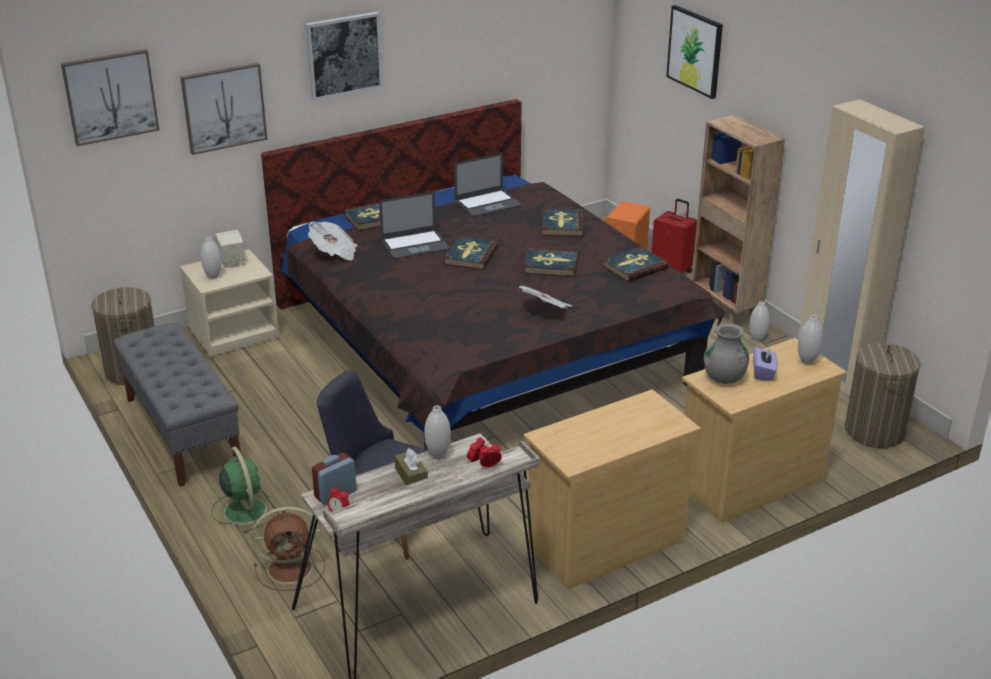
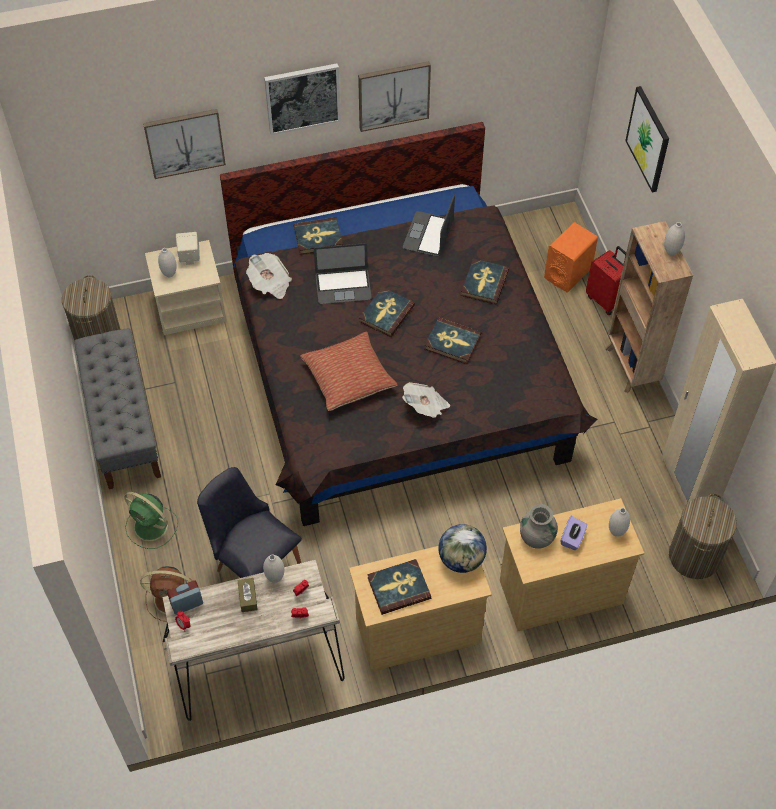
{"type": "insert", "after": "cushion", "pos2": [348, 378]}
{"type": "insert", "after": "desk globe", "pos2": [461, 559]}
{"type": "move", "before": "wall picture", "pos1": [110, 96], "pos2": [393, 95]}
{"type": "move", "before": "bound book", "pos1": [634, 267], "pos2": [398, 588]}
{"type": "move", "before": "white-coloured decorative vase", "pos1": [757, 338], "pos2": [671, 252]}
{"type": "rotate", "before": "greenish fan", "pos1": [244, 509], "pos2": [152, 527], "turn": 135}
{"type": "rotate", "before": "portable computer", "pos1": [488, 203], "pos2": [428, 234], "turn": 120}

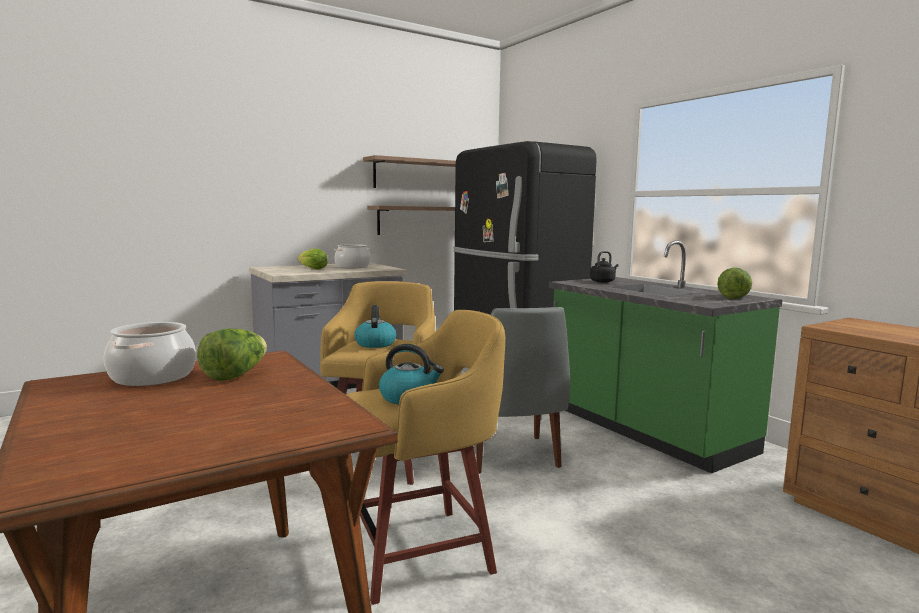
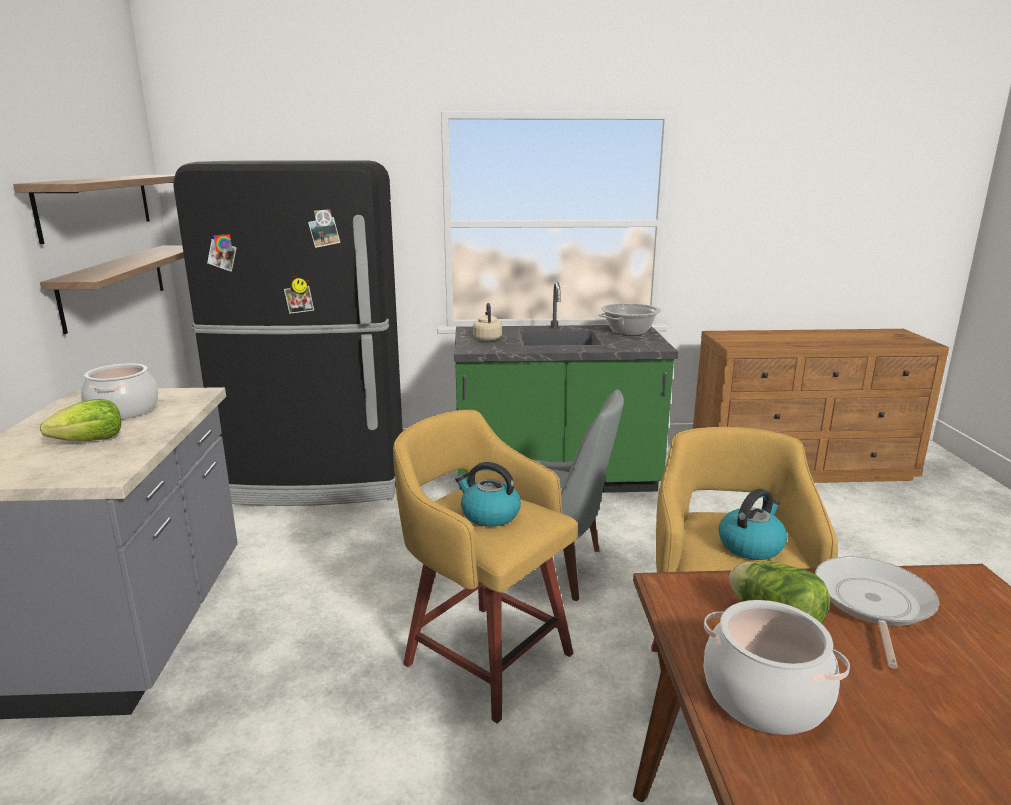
{"type": "insert", "after": "pan", "pos2": [872, 603]}
{"type": "replace", "before": "head of lettuce", "after": "stockpot", "pos1": [732, 297], "pos2": [629, 332]}
{"type": "recolor", "before": "black-coloured kettle", "after": "beige-coloured kettle", "pos1": [603, 281], "pos2": [487, 338]}

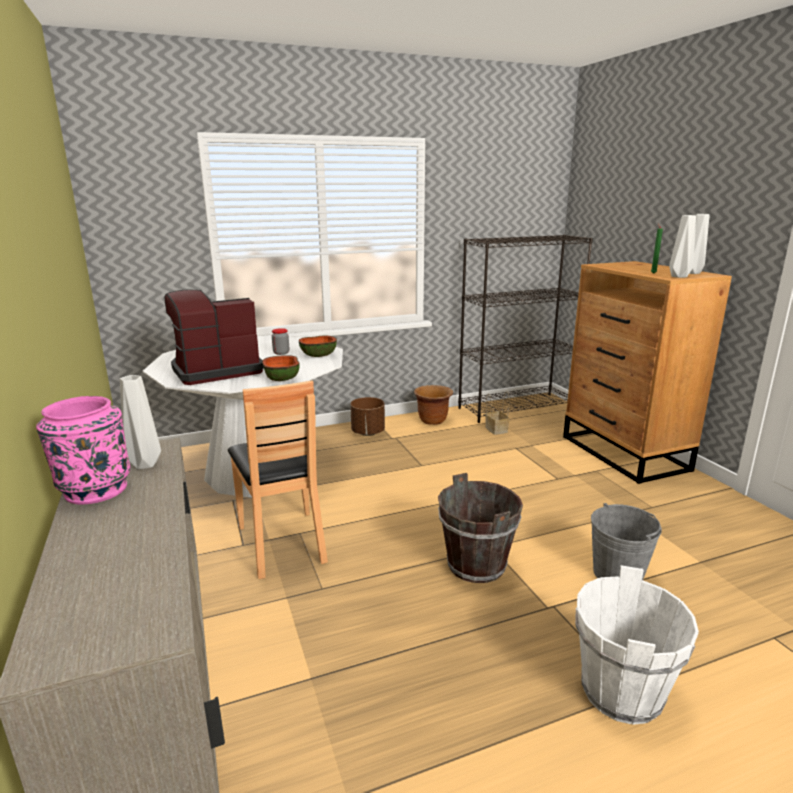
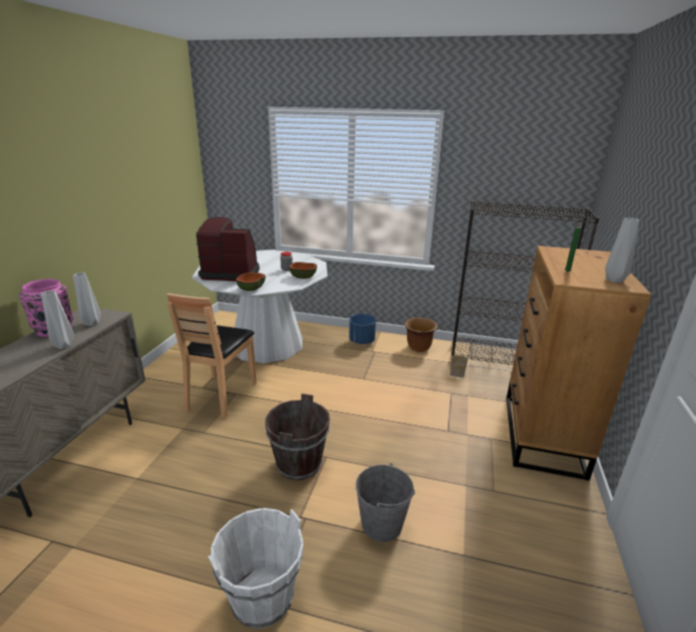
{"type": "move", "before": "gray decorative vase", "pos1": [678, 276], "pos2": [63, 345]}
{"type": "recolor", "before": "brown-coloured plant pot", "after": "blue plant pot", "pos1": [367, 432], "pos2": [361, 341]}

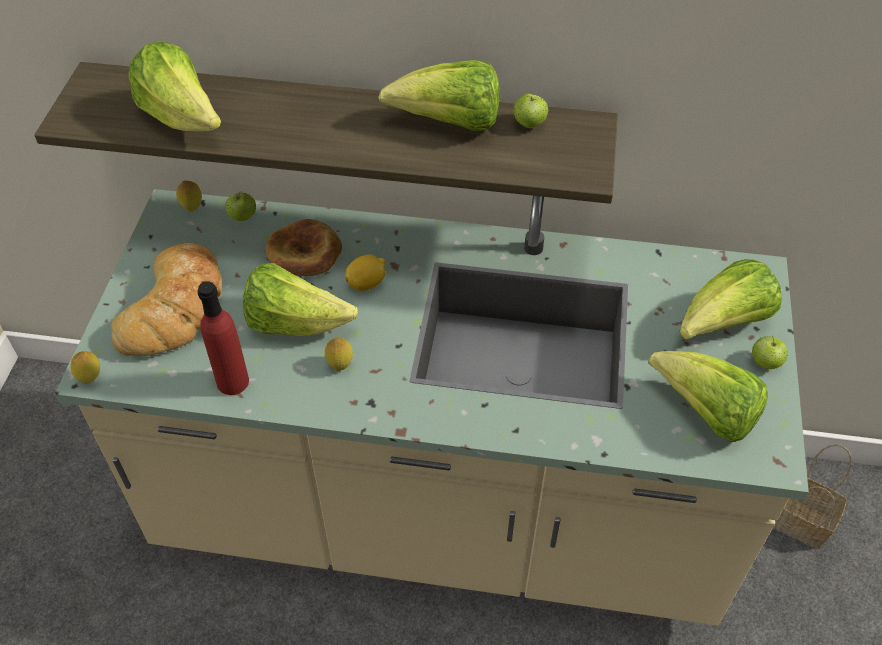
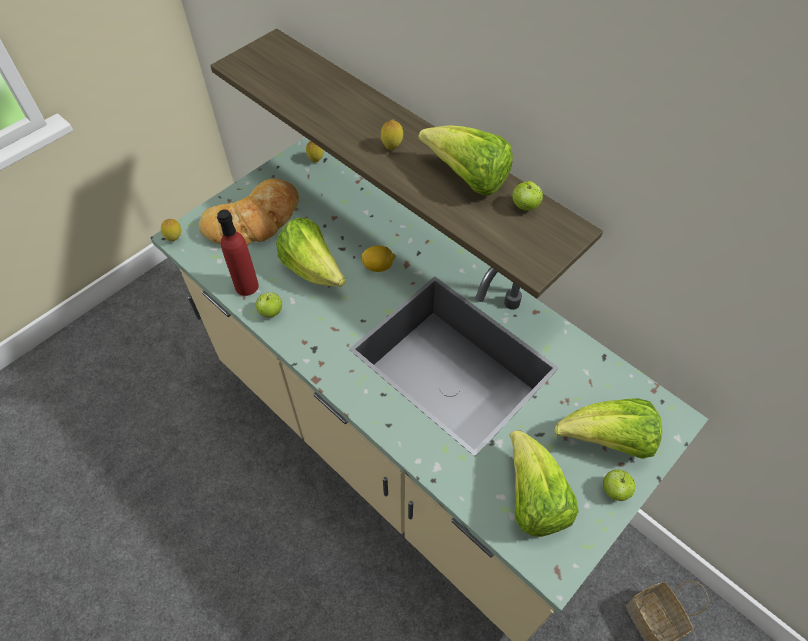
{"type": "delete", "before": "head of lettuce", "pos1": [182, 118]}
{"type": "delete", "before": "bread", "pos1": [305, 253]}
{"type": "move", "before": "apple", "pos1": [243, 217], "pos2": [271, 312]}
{"type": "move", "before": "lemon", "pos1": [340, 365], "pos2": [392, 147]}

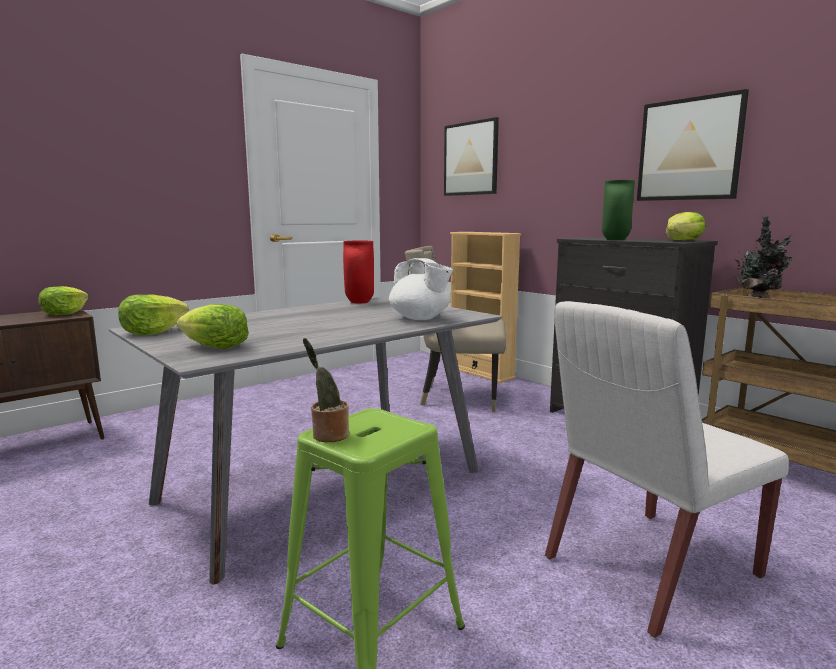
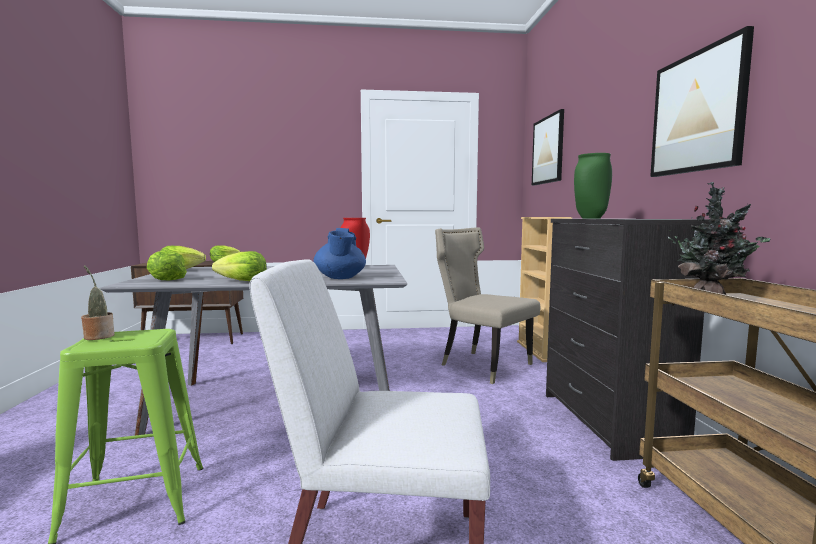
{"type": "move", "before": "head of lettuce", "pos1": [682, 240], "pos2": [243, 281]}
{"type": "recolor", "before": "white-coloured teapot", "after": "blue teapot", "pos1": [420, 318], "pos2": [340, 278]}

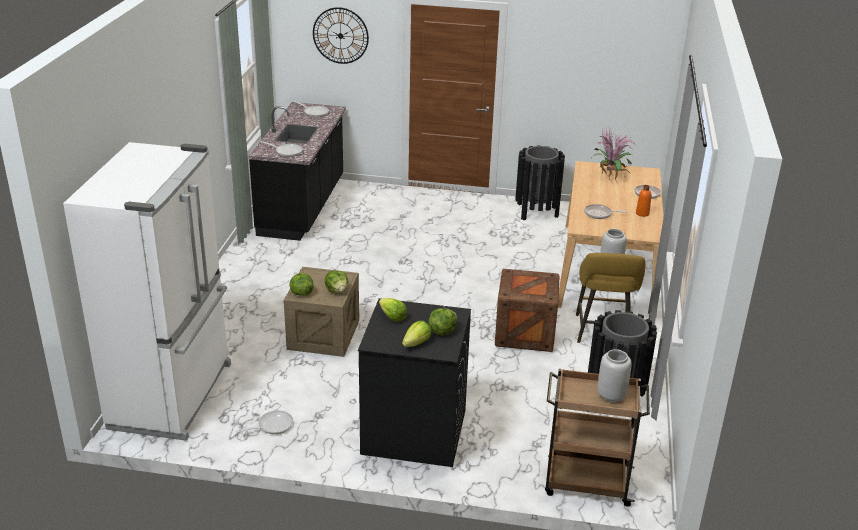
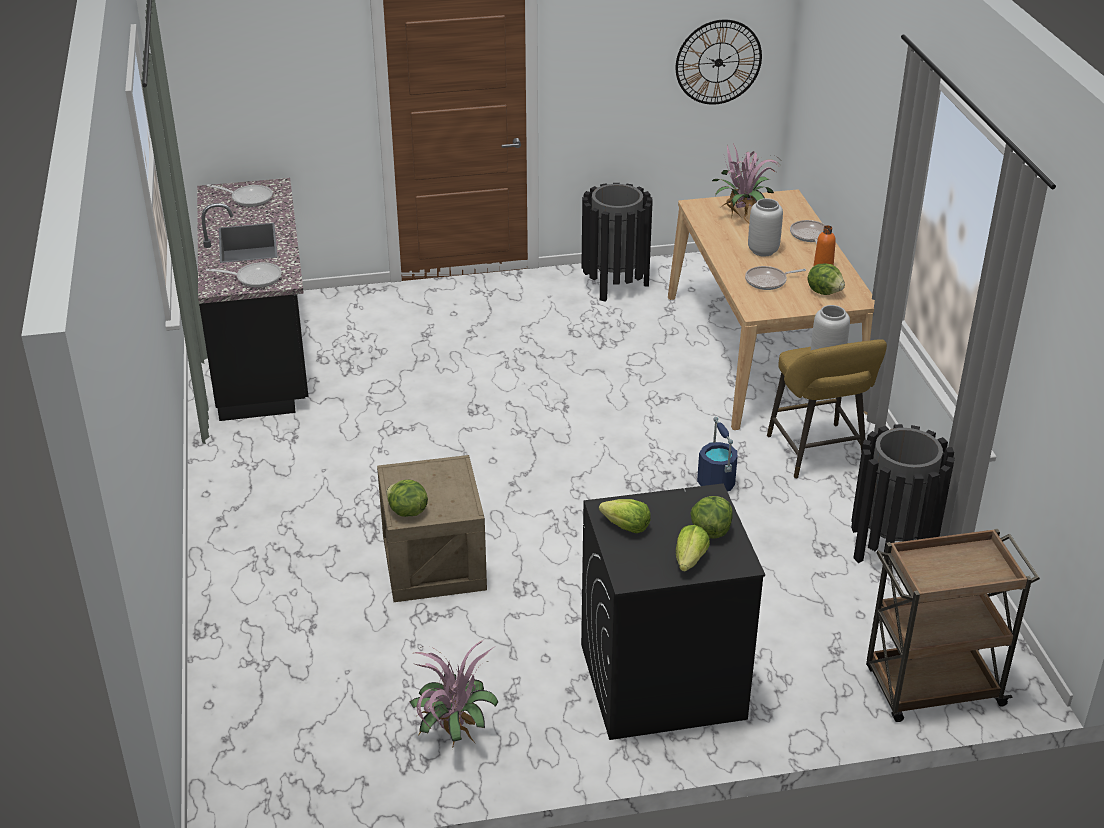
{"type": "delete", "before": "white-coloured kitchen fridge", "pos1": [174, 395]}
{"type": "move", "before": "clock on the wall", "pos1": [340, 35], "pos2": [718, 62]}
{"type": "move", "before": "head of lettuce", "pos1": [337, 291], "pos2": [824, 291]}
{"type": "move", "before": "gray decorative vase", "pos1": [610, 395], "pos2": [762, 250]}
{"type": "replace", "before": "pan", "after": "plant in a pot", "pos1": [272, 426], "pos2": [453, 733]}
{"type": "replace", "before": "crate", "after": "blue bucket", "pos1": [525, 333], "pos2": [716, 483]}

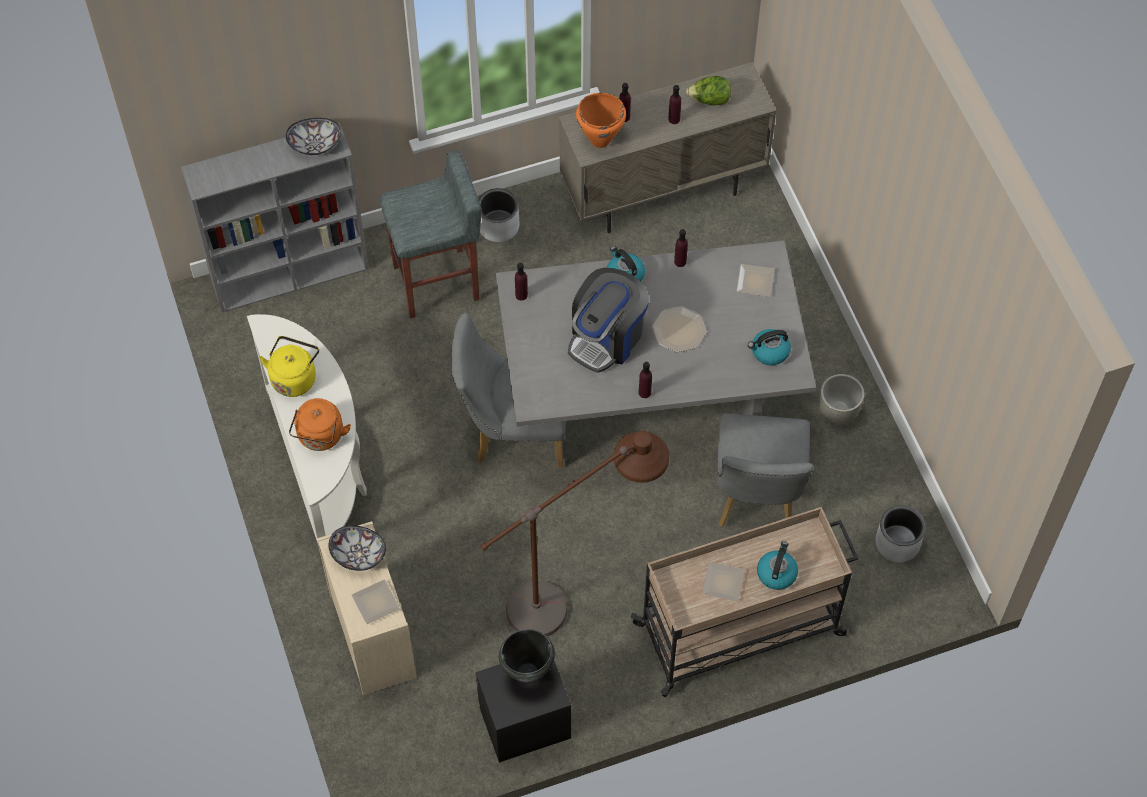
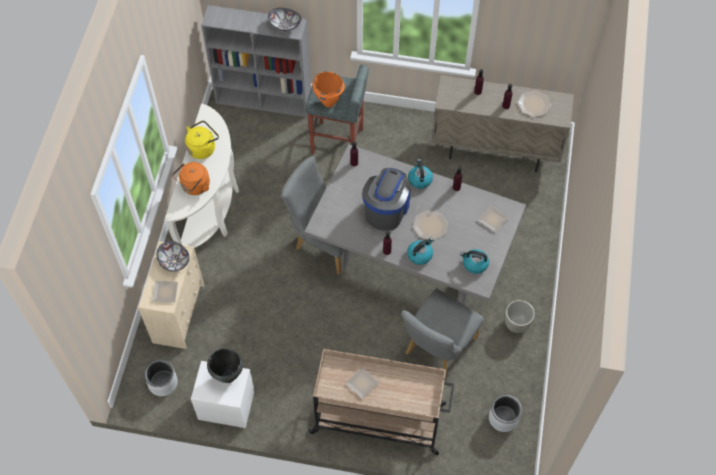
{"type": "delete", "before": "brown-coloured standard lamp", "pos1": [576, 593]}
{"type": "move", "before": "gray plant pot", "pos1": [499, 226], "pos2": [163, 383]}
{"type": "move", "before": "orange stockpot", "pos1": [599, 140], "pos2": [328, 102]}
{"type": "move", "before": "kettle", "pos1": [776, 573], "pos2": [420, 254]}
{"type": "replace", "before": "head of lettuce", "after": "dinner plate", "pos1": [709, 100], "pos2": [534, 104]}
{"type": "recolor", "before": "black-coloured night table", "after": "white-coloured night table", "pos1": [524, 721], "pos2": [226, 404]}
{"type": "rotate", "before": "coffee brewer", "pos1": [607, 337], "pos2": [386, 209], "turn": 135}

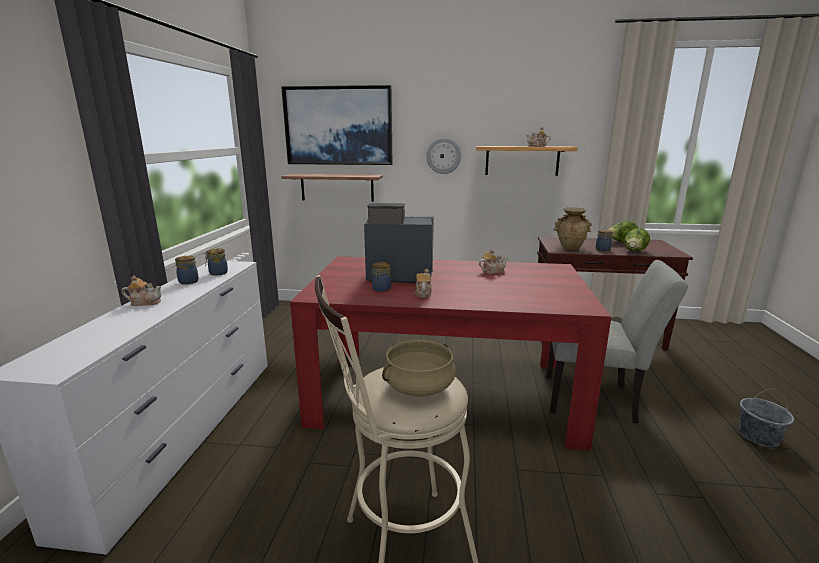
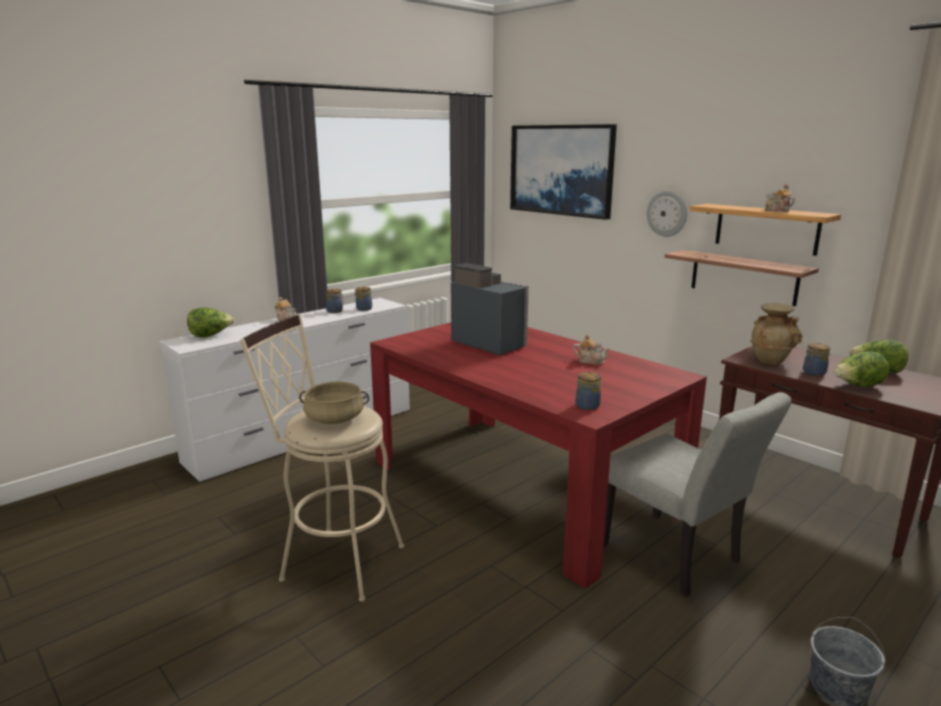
{"type": "delete", "before": "teapot", "pos1": [423, 293]}
{"type": "insert", "after": "head of lettuce", "pos2": [210, 335]}
{"type": "move", "before": "shelf", "pos1": [337, 187], "pos2": [743, 277]}
{"type": "move", "before": "preserve jar", "pos1": [381, 289], "pos2": [586, 406]}

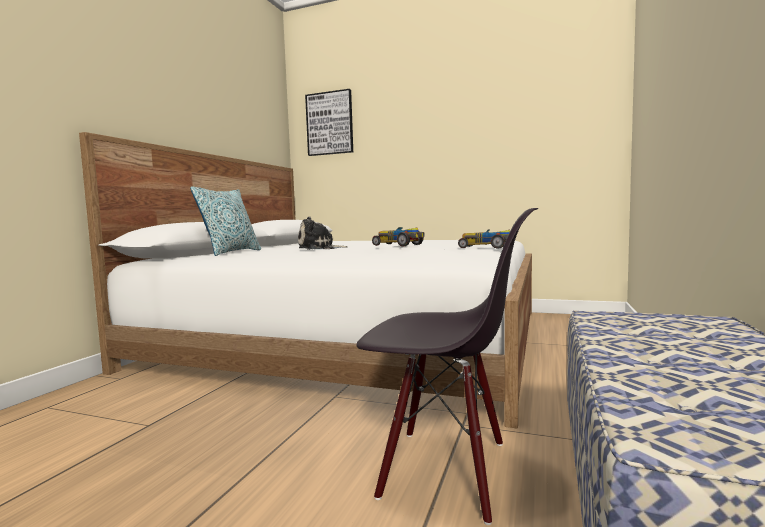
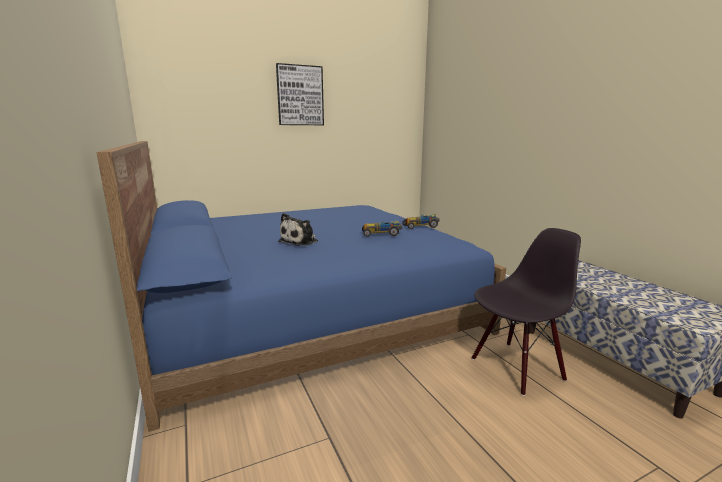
{"type": "delete", "before": "cushion", "pos1": [231, 252]}
{"type": "move", "before": "wall picture", "pos1": [330, 123], "pos2": [300, 95]}
{"type": "recolor", "before": "white-coloured bedroom bed", "after": "blue bedroom bed", "pos1": [356, 338], "pos2": [306, 305]}

